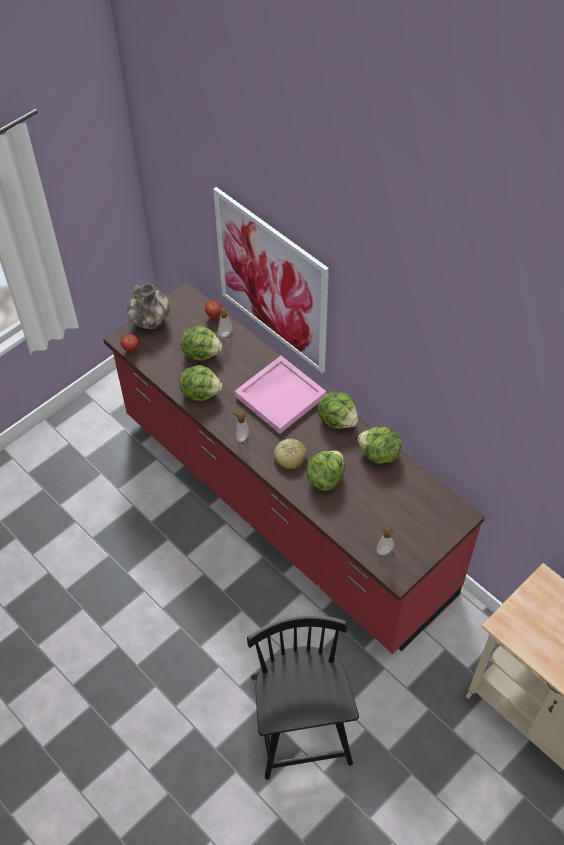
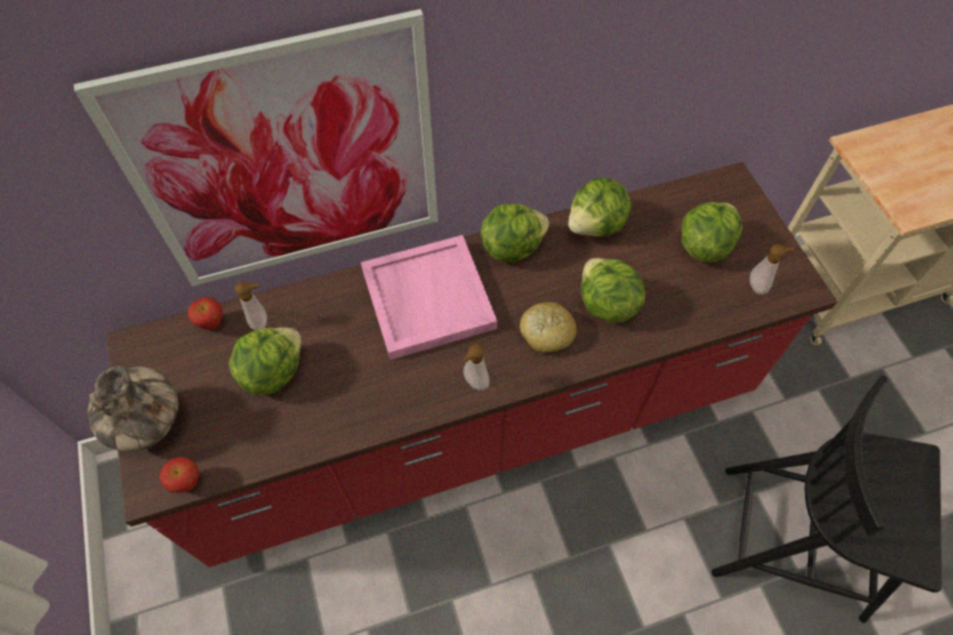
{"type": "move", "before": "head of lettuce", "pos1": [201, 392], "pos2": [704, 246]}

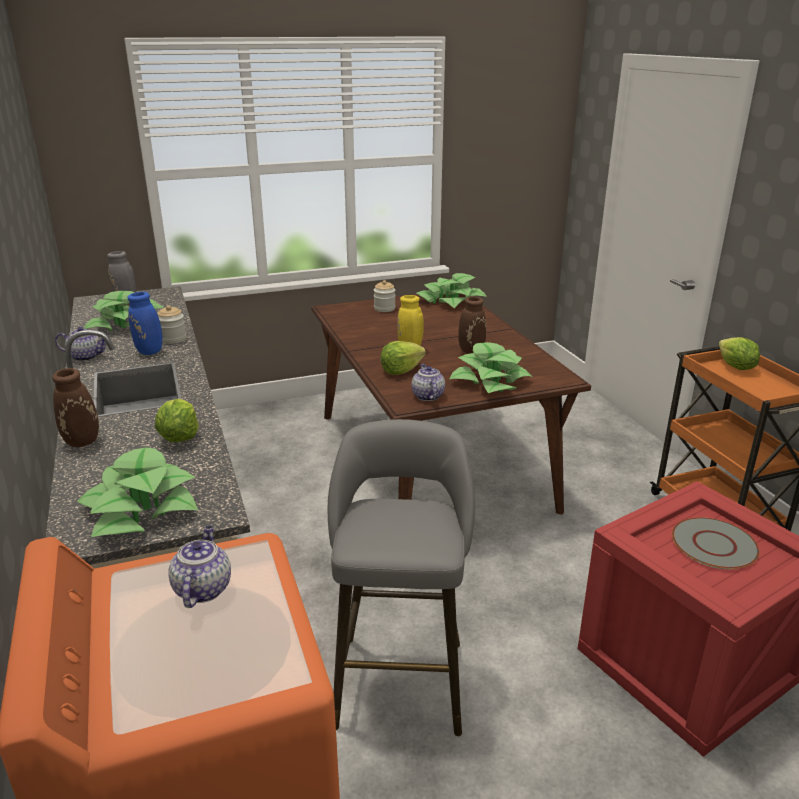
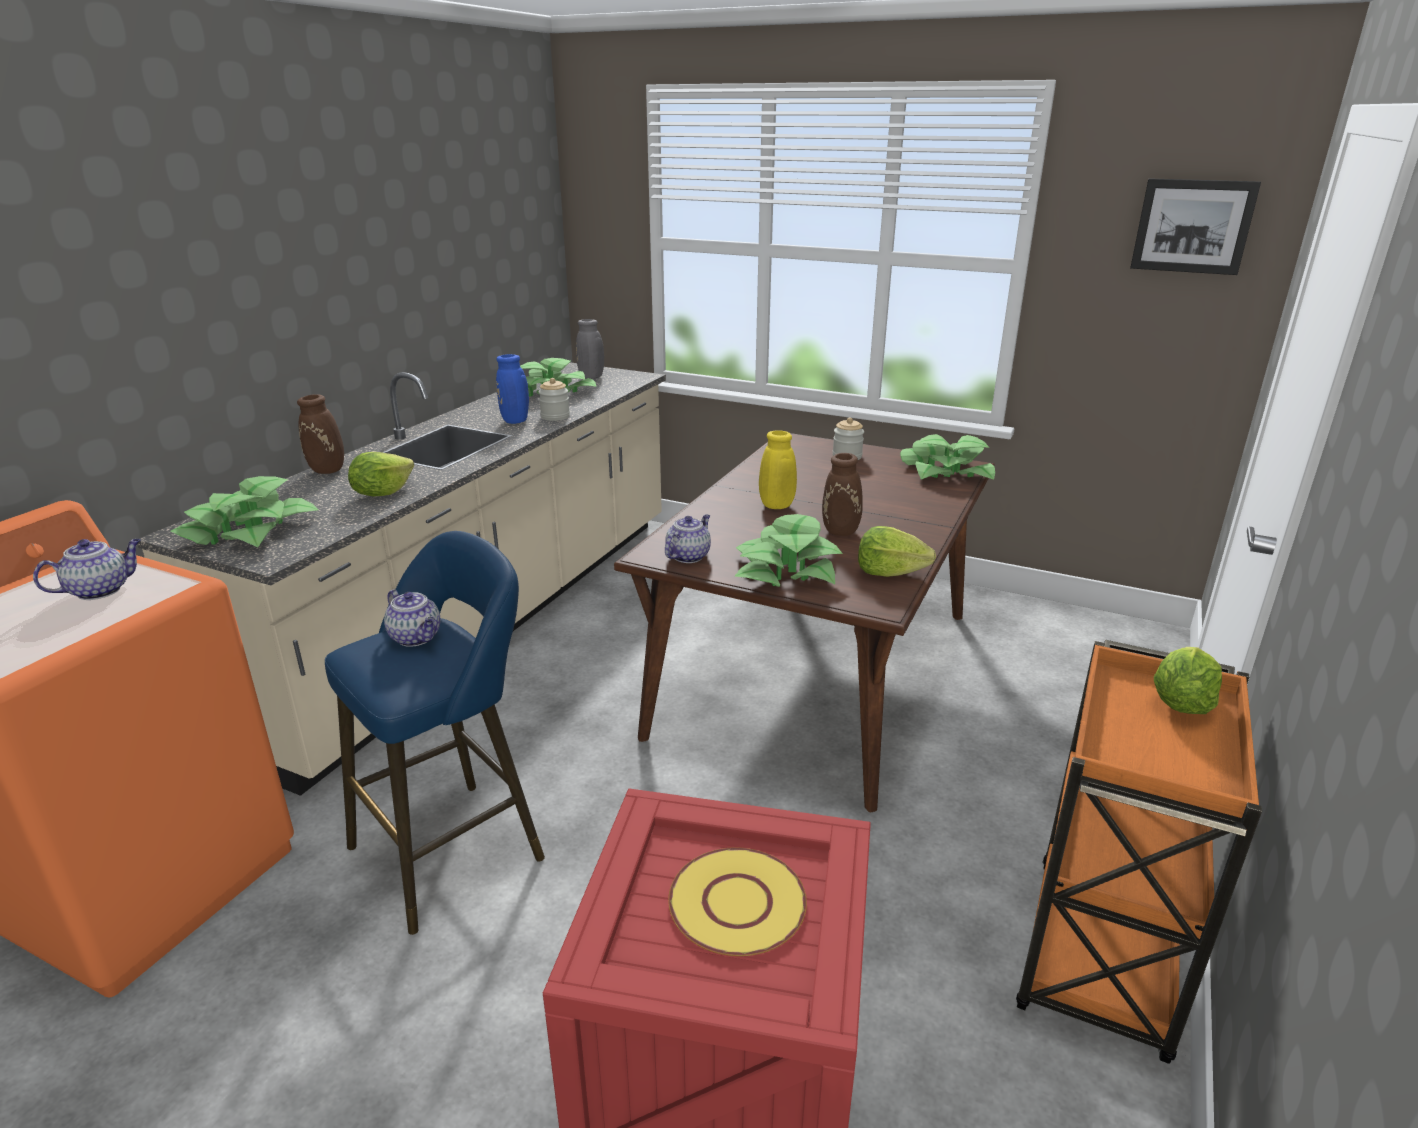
{"type": "insert", "after": "wall picture", "pos2": [1192, 226]}
{"type": "move", "before": "teapot", "pos1": [86, 356], "pos2": [417, 638]}
{"type": "move", "before": "head of lettuce", "pos1": [401, 370], "pos2": [889, 572]}
{"type": "recolor", "before": "gray stool seat", "after": "blue stool seat", "pos1": [400, 676], "pos2": [456, 847]}
{"type": "recolor", "before": "gray dinner plate", "after": "yellowish dinner plate", "pos1": [714, 544], "pos2": [738, 902]}

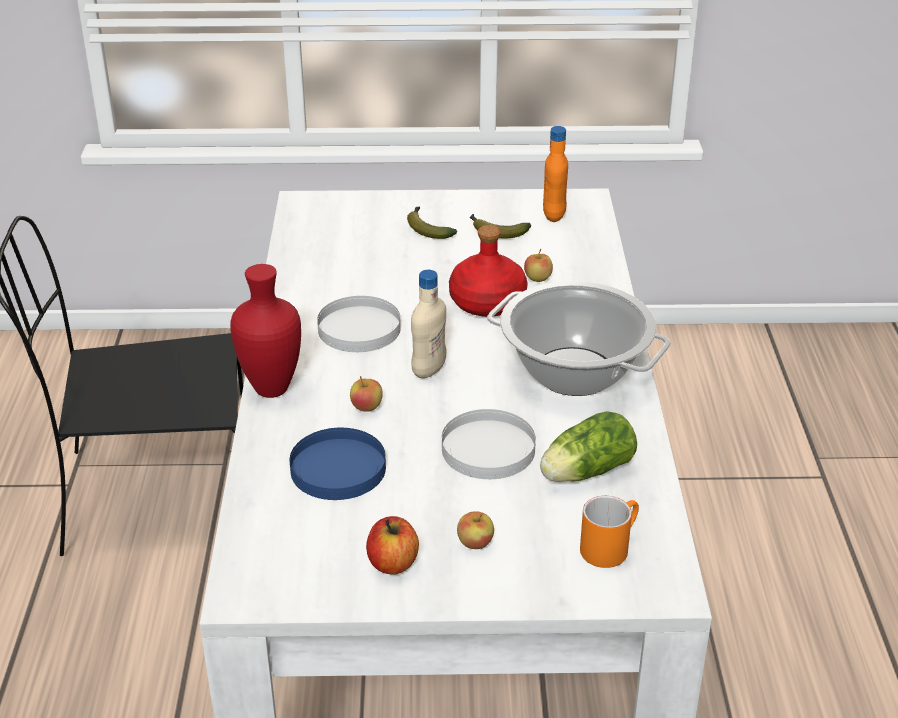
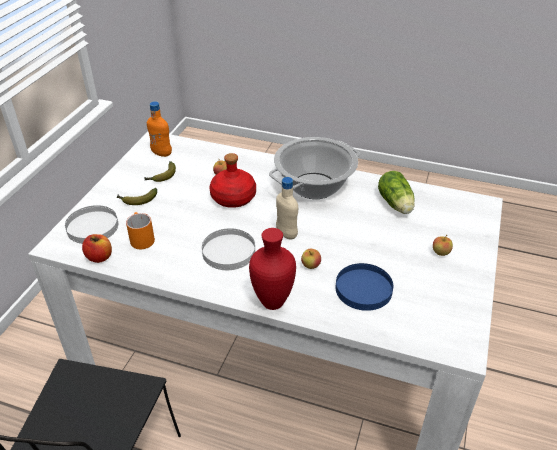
{"type": "move", "before": "apple", "pos1": [393, 563], "pos2": [99, 257]}
{"type": "move", "before": "white-coloured dinner plate", "pos1": [487, 449], "pos2": [92, 227]}
{"type": "move", "before": "orange mug", "pos1": [609, 546], "pos2": [140, 238]}

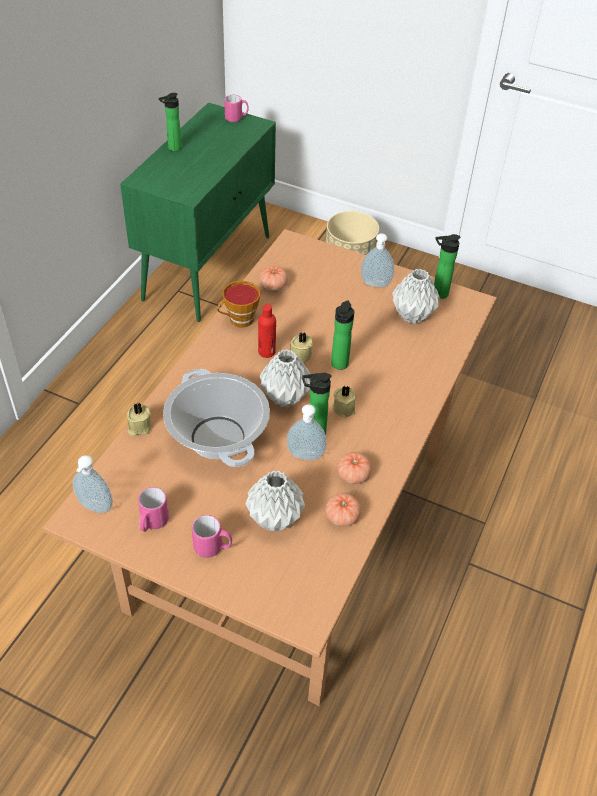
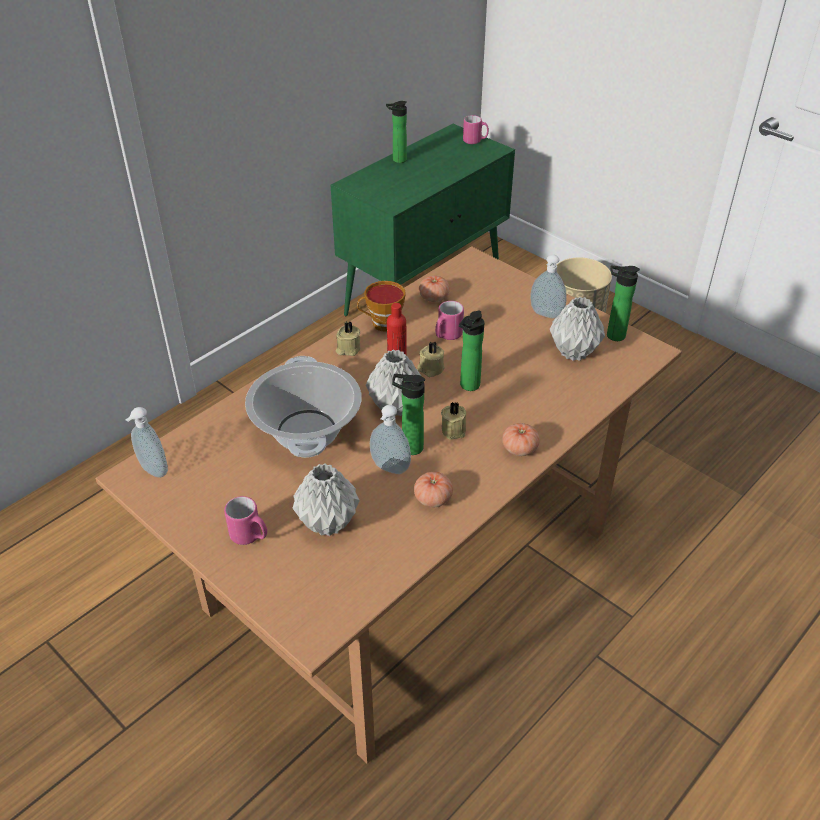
{"type": "move", "before": "beige-coloured wax candle", "pos1": [139, 427], "pos2": [348, 349]}
{"type": "move", "before": "pink-coloured mug", "pos1": [152, 523], "pos2": [447, 336]}
{"type": "move", "before": "whole tomato", "pos1": [342, 517], "pos2": [519, 448]}

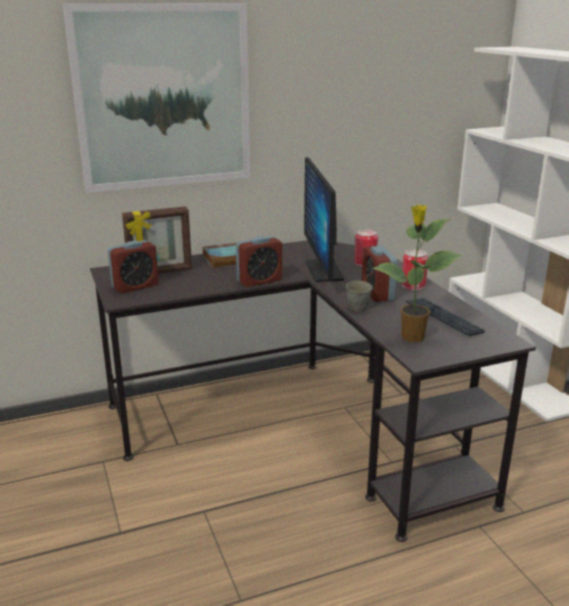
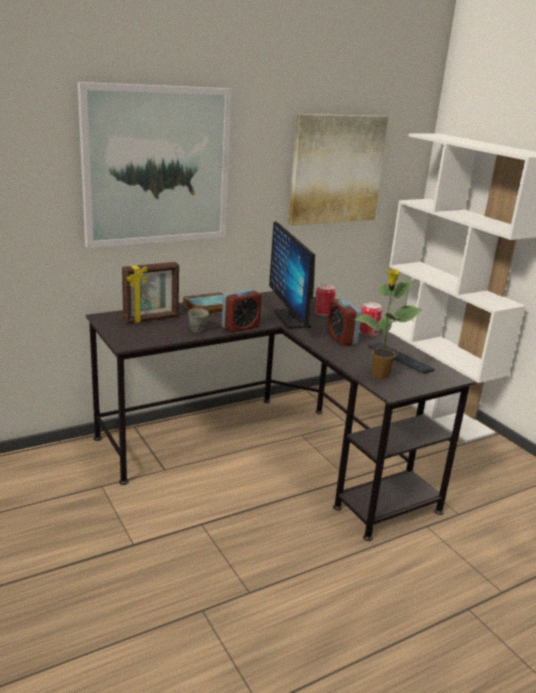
{"type": "delete", "before": "bedside clock", "pos1": [135, 286]}
{"type": "insert", "after": "wall picture", "pos2": [336, 169]}
{"type": "move", "before": "gray mug", "pos1": [358, 307], "pos2": [198, 329]}

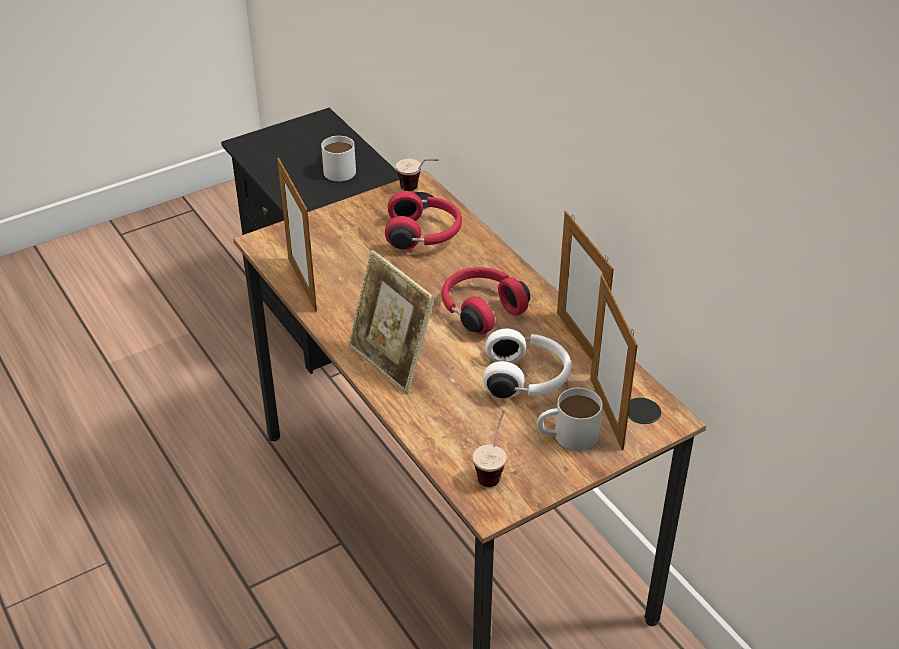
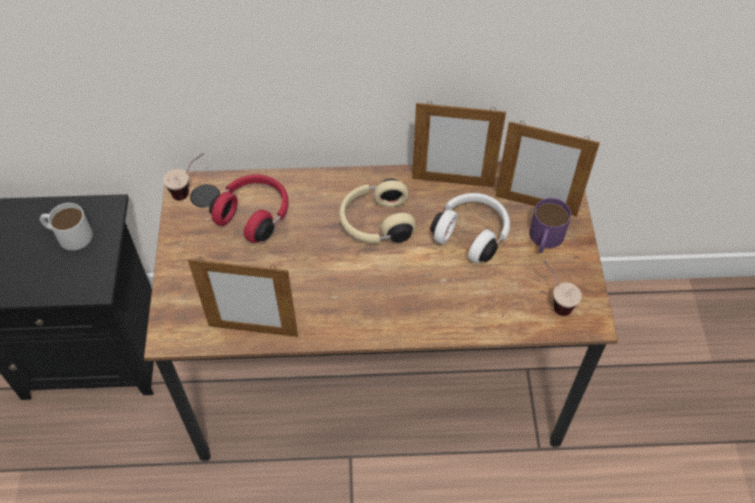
{"type": "delete", "before": "standing frame", "pos1": [391, 361]}
{"type": "recolor", "before": "reddish headset", "after": "beige-coloured headset", "pos1": [481, 309], "pos2": [375, 222]}
{"type": "recolor", "before": "white-coloured mug", "after": "purple mug", "pos1": [567, 435], "pos2": [544, 239]}

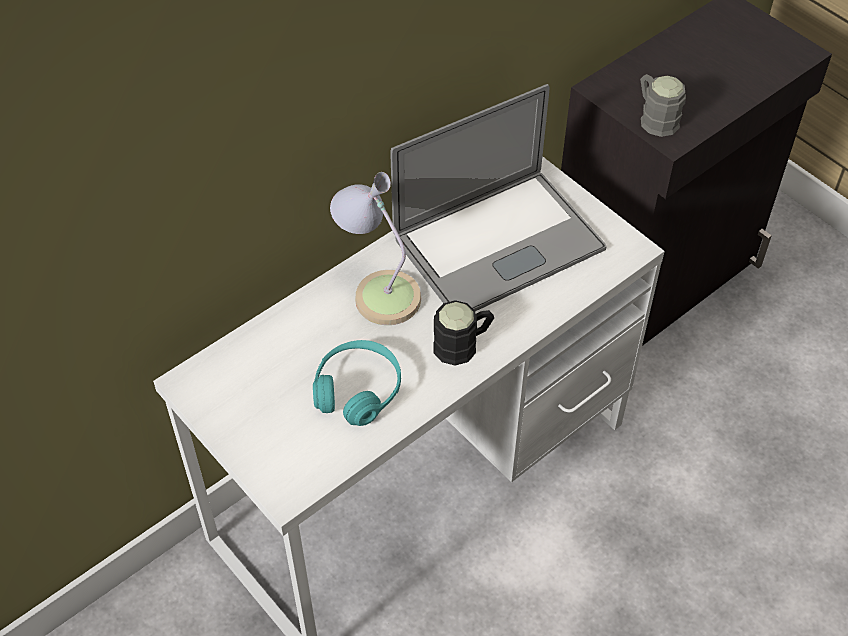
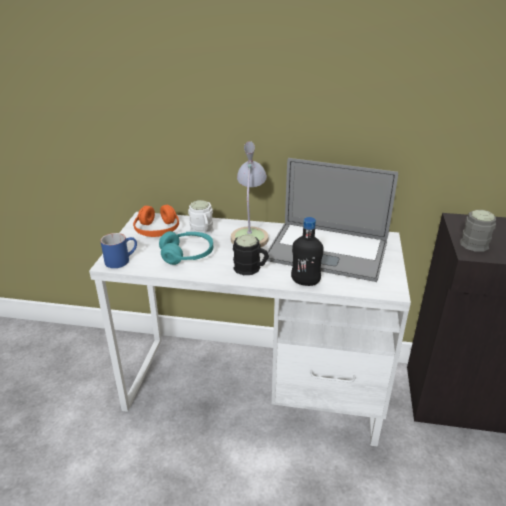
{"type": "insert", "after": "blue mug", "pos2": [121, 260]}
{"type": "insert", "after": "orange headset", "pos2": [157, 230]}
{"type": "insert", "after": "white-coloured mug", "pos2": [203, 232]}
{"type": "insert", "after": "black-coloured bottle", "pos2": [305, 282]}

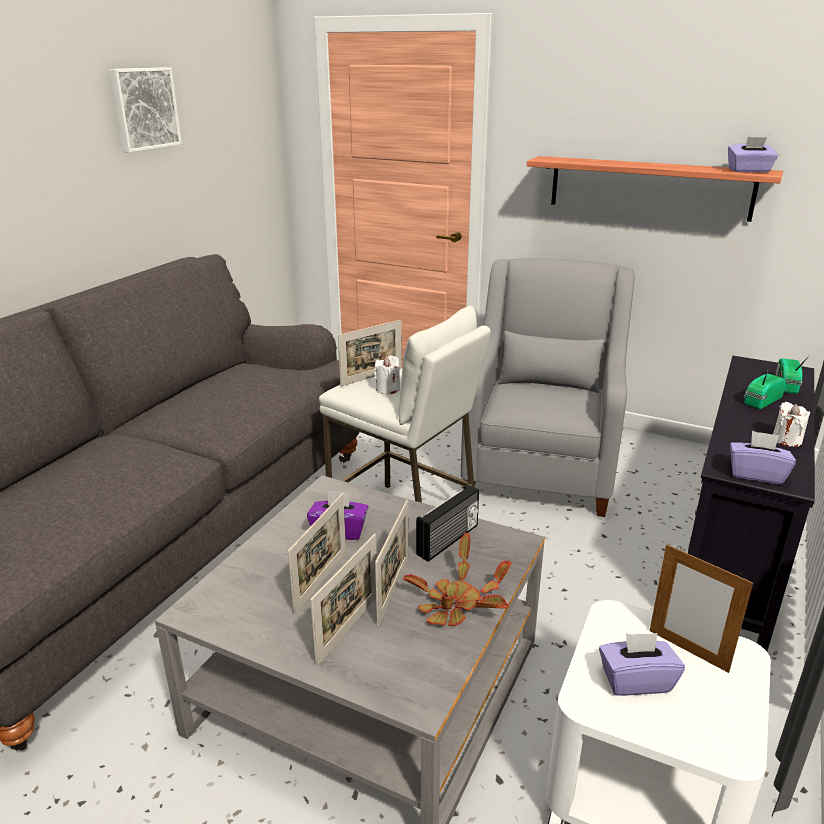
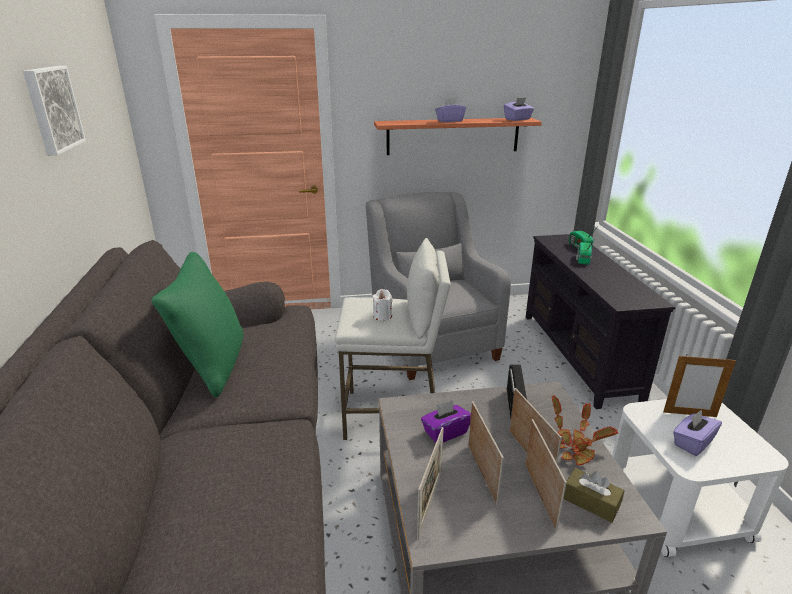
{"type": "delete", "before": "white-coloured wax candle", "pos1": [786, 440]}
{"type": "insert", "after": "greenish cushion", "pos2": [213, 365]}
{"type": "insert", "after": "brown-coloured tissue box", "pos2": [591, 502]}
{"type": "move", "before": "standing frame", "pos1": [371, 377], "pos2": [429, 503]}
{"type": "move", "before": "purple tissue box", "pos1": [756, 474], "pos2": [449, 121]}

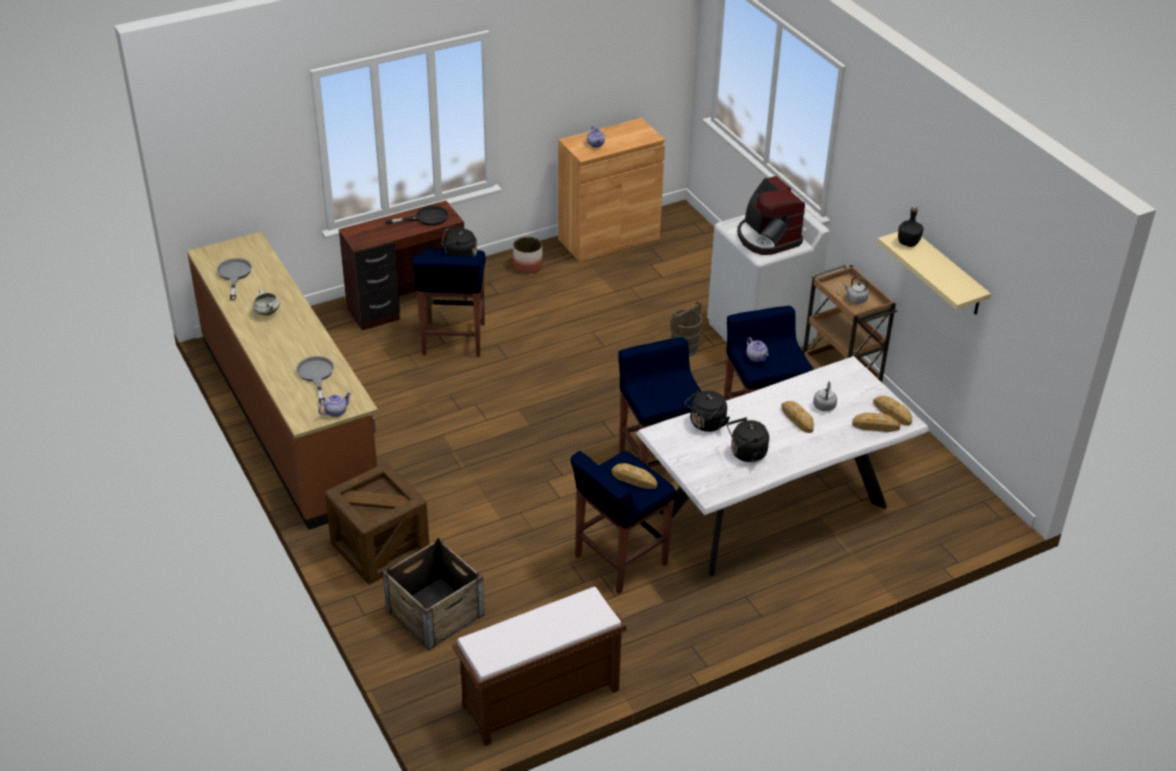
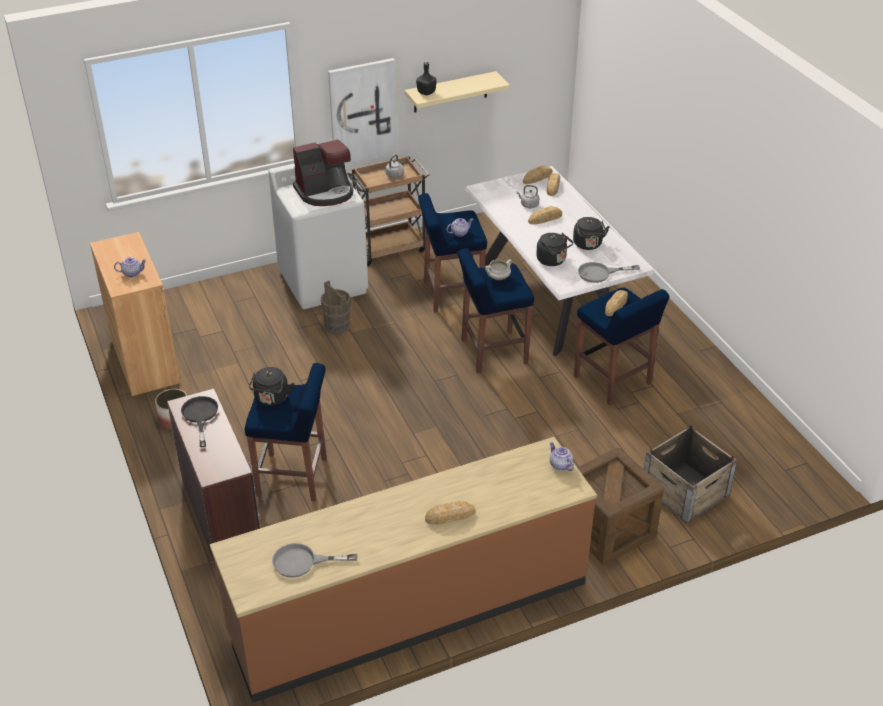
{"type": "delete", "before": "brown-coloured long seat", "pos1": [539, 700]}
{"type": "insert", "after": "wall picture", "pos2": [362, 111]}
{"type": "insert", "after": "bread", "pos2": [450, 516]}
{"type": "move", "before": "white-coloured stockpot", "pos1": [266, 312], "pos2": [498, 278]}
{"type": "move", "before": "gray pan", "pos1": [316, 375], "pos2": [600, 273]}

